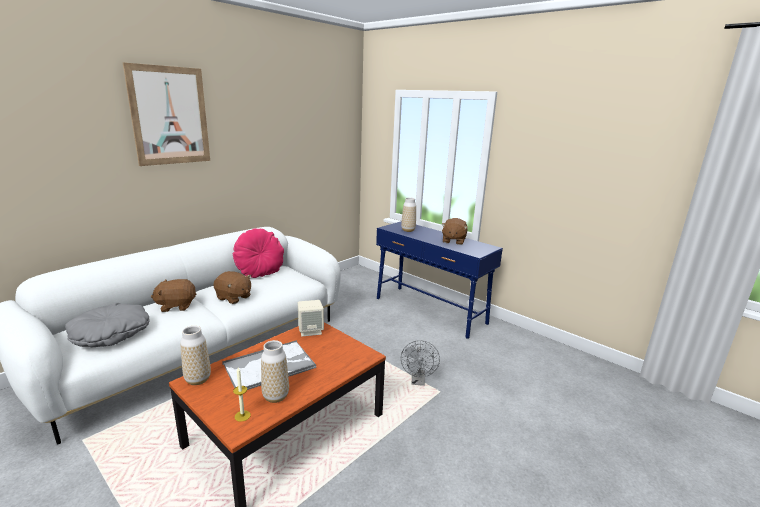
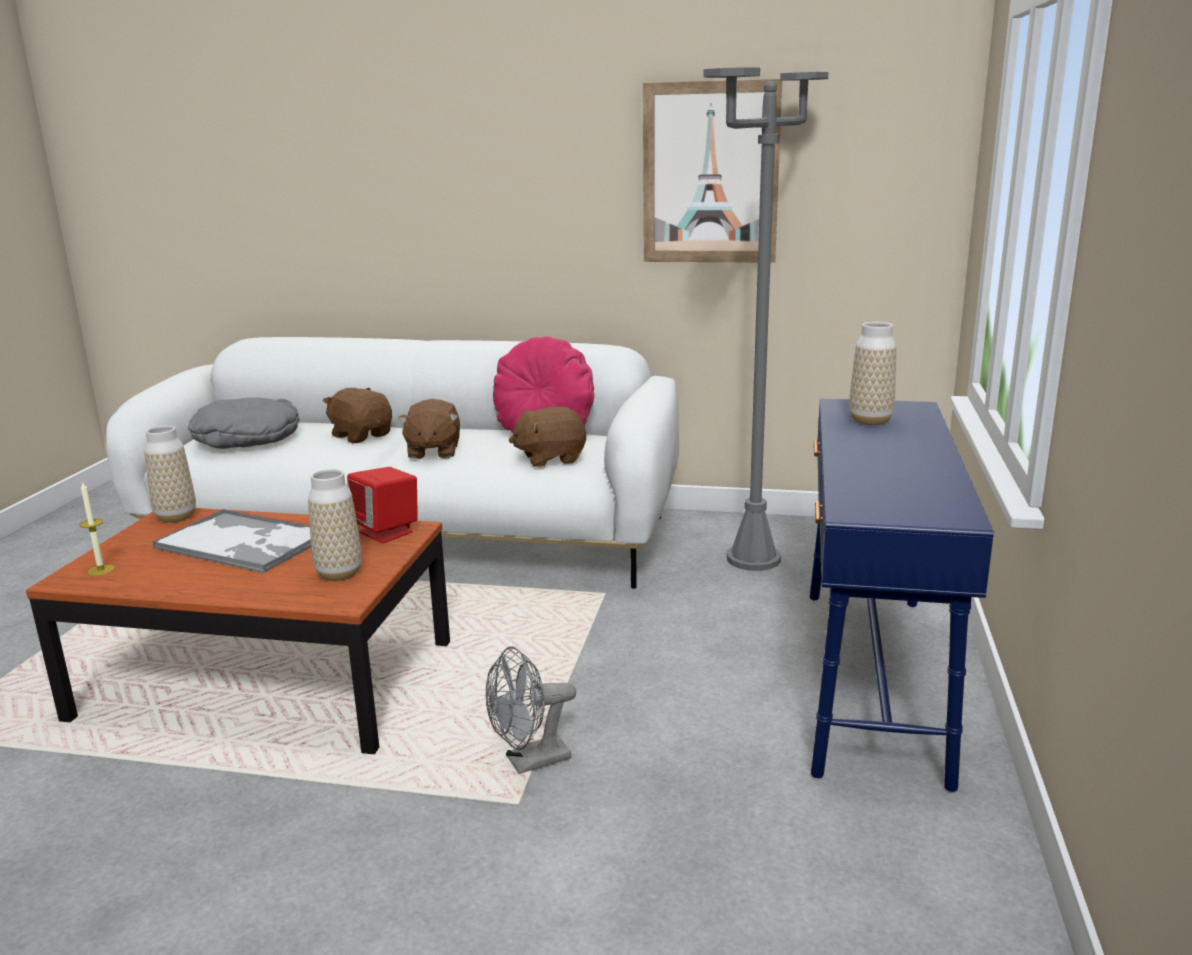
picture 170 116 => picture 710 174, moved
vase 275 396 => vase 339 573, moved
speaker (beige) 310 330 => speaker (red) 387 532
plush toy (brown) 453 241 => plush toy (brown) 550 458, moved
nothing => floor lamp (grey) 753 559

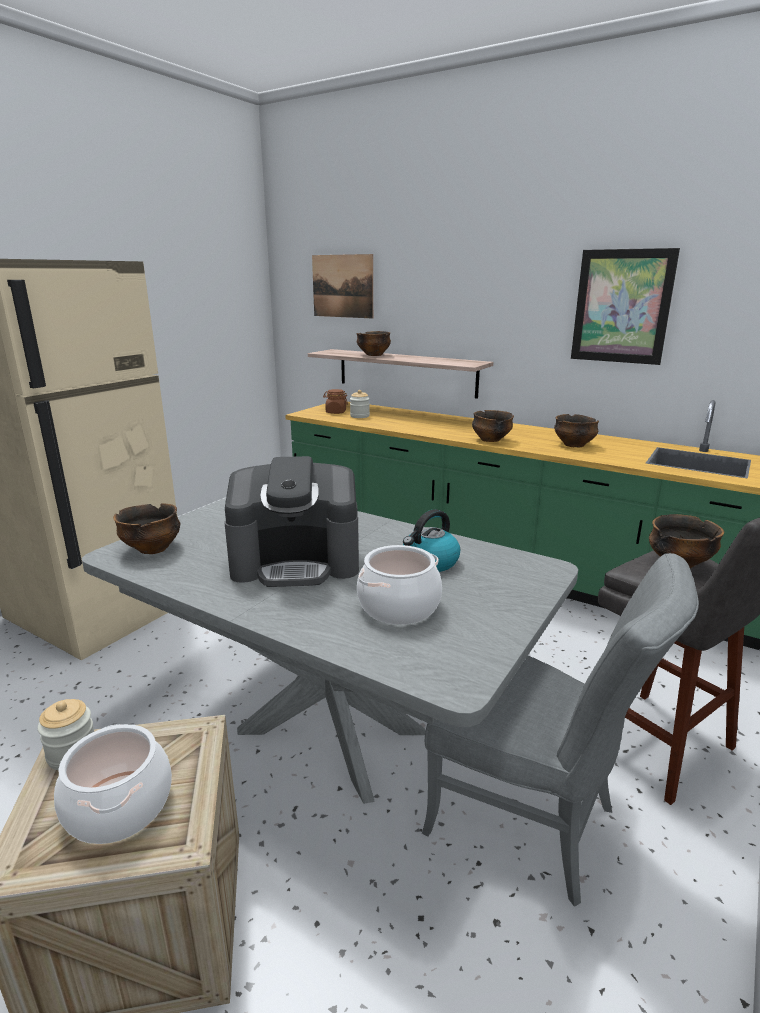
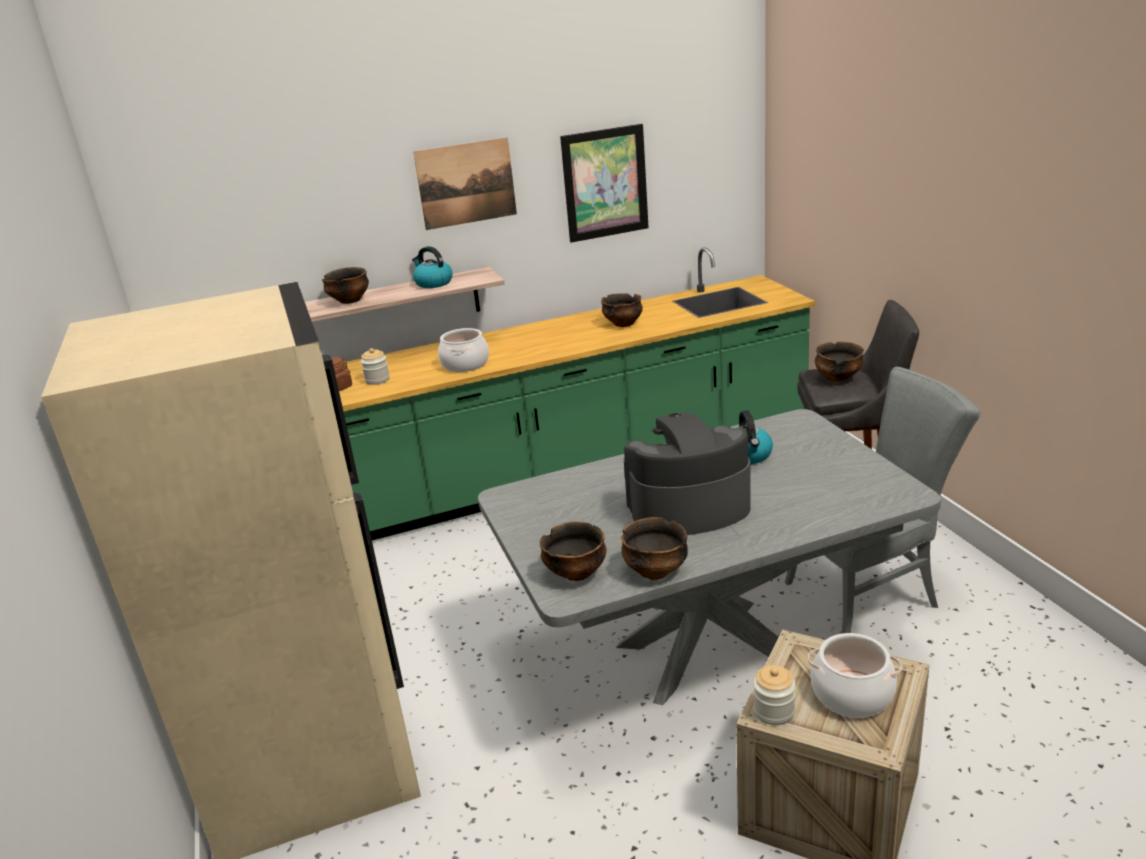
coffee machine 297 562 => coffee machine 687 508, 135 degrees counterclockwise
picture 342 286 => picture 466 183, moved
cooking pot 399 606 => cooking pot 465 364, moved
bowl 490 440 => bowl 655 571, moved
nothing => kettle 433 283

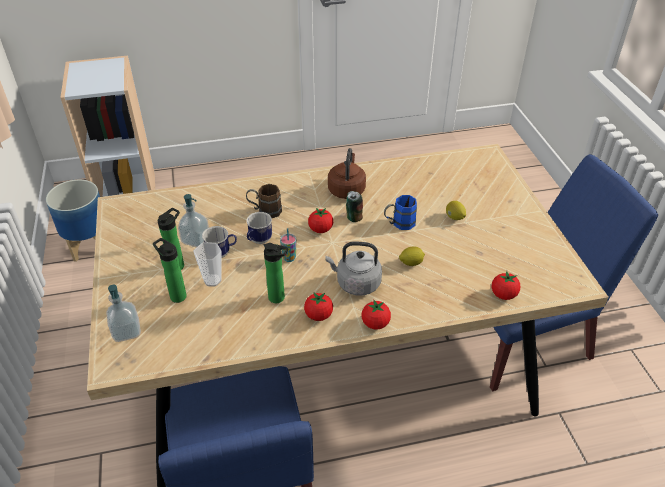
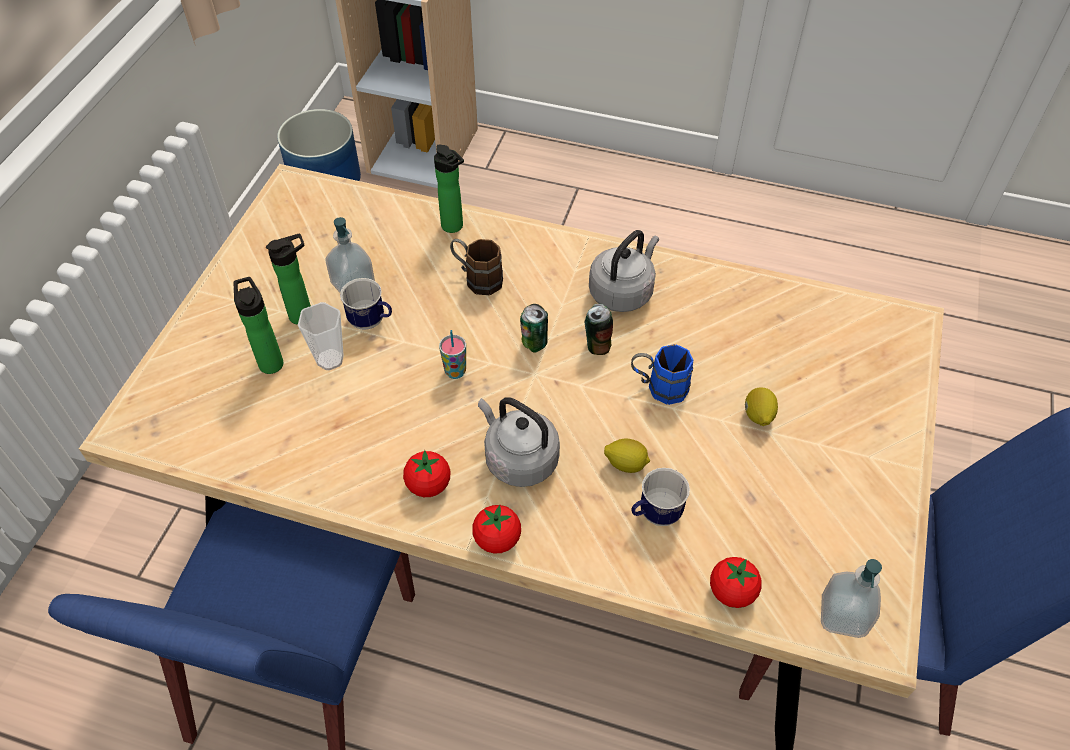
soap dispenser 127 331 => soap dispenser 843 615, moved
mug 258 241 => mug 654 515, moved
bottle 279 298 => bottle 454 227, moved
tomato 320 229 => can 534 344
kettle (brown) 347 189 => kettle (grey) 623 291

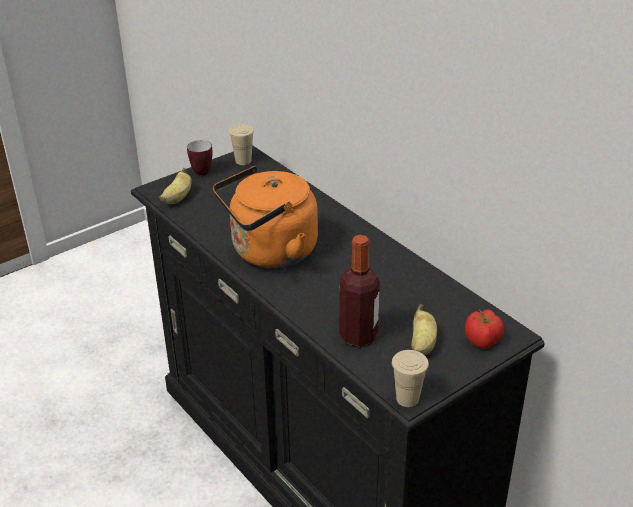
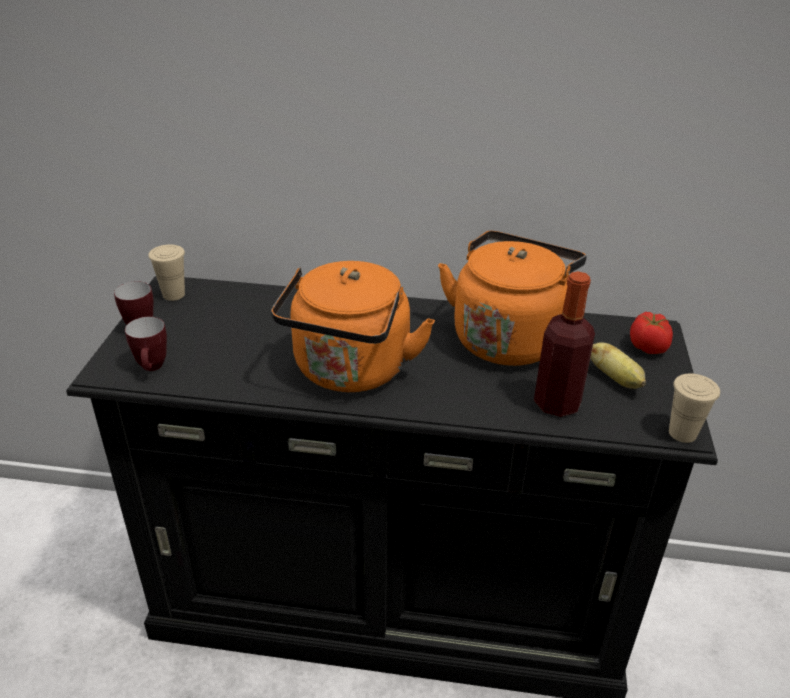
banana 177 198 => mug 152 369
nothing => kettle (orange) 508 337

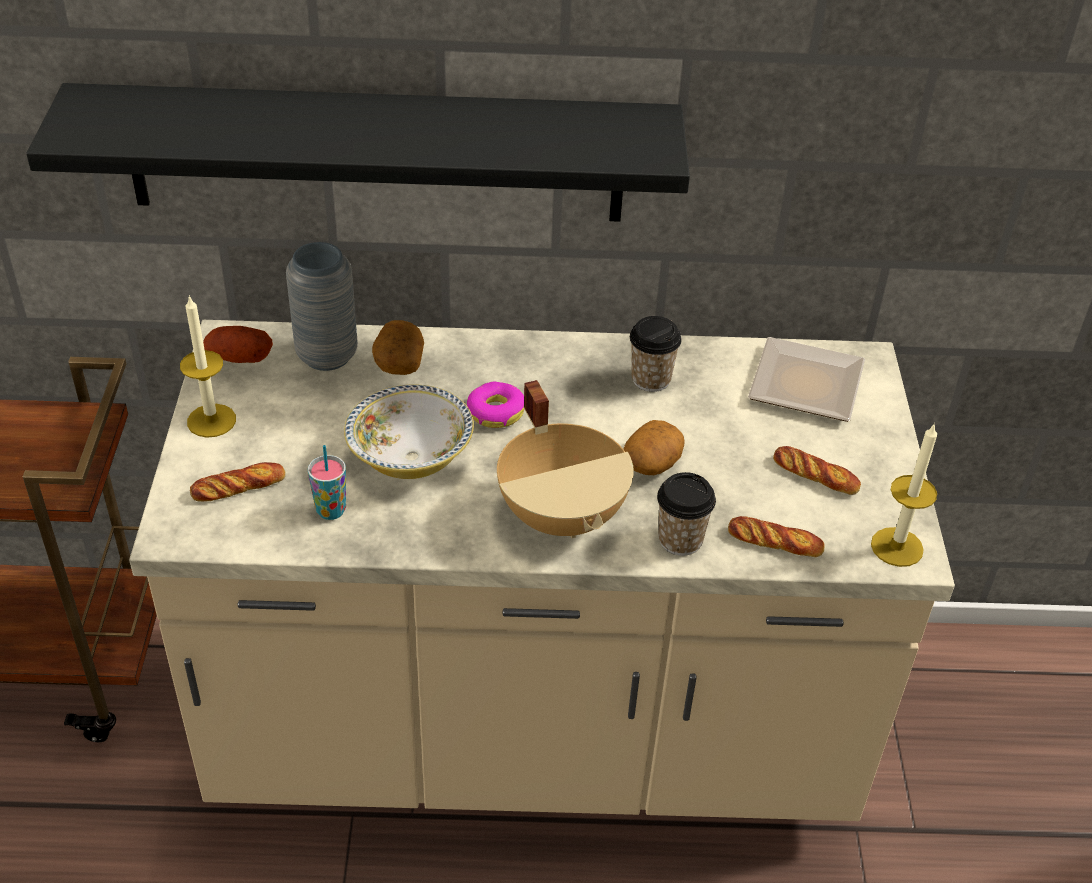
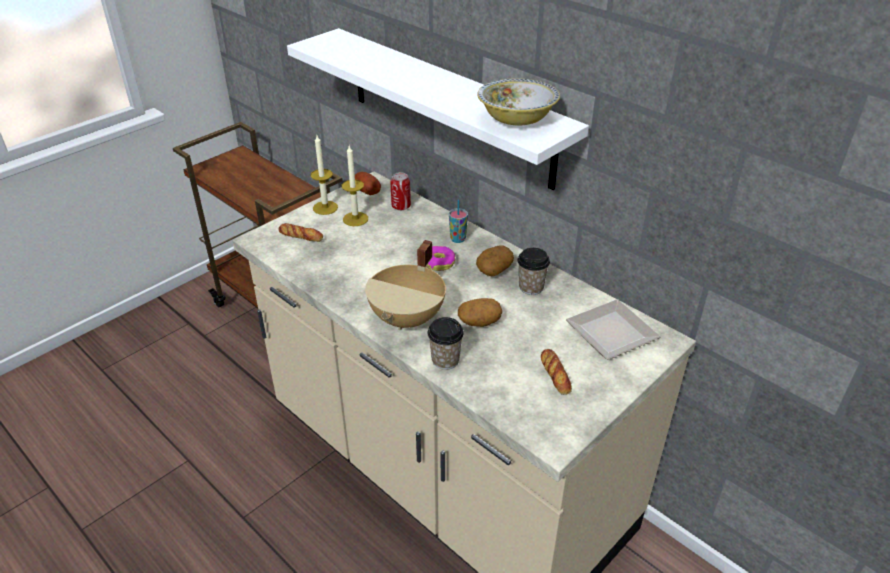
shelf (black) 376 153 => shelf (white) 448 106
vase (grey) 327 356 => can 401 206
cup 331 511 => cup 458 239, moved
bowl 410 457 => bowl 516 119, moved
potato 399 362 => potato 494 269, moved
bread 774 542 => nothing
candle 897 547 => candle 355 219, moved

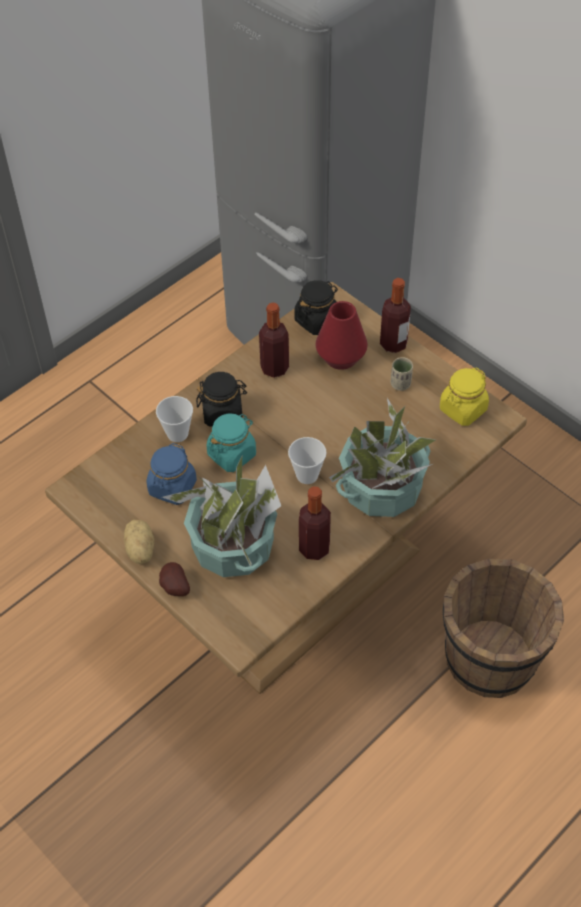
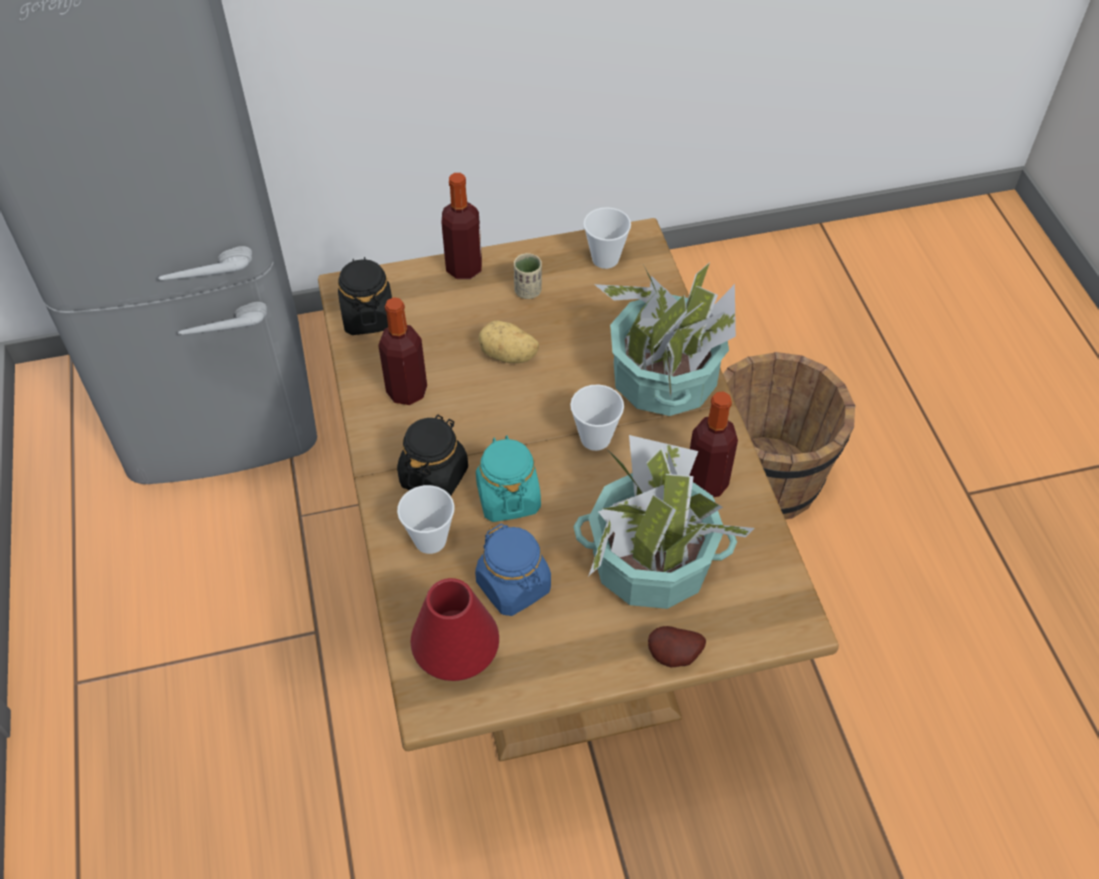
potato 139 550 => potato 508 356, moved
vase (red) 340 357 => vase (red) 457 655, moved
jar (yellow) 462 409 => cup 605 259

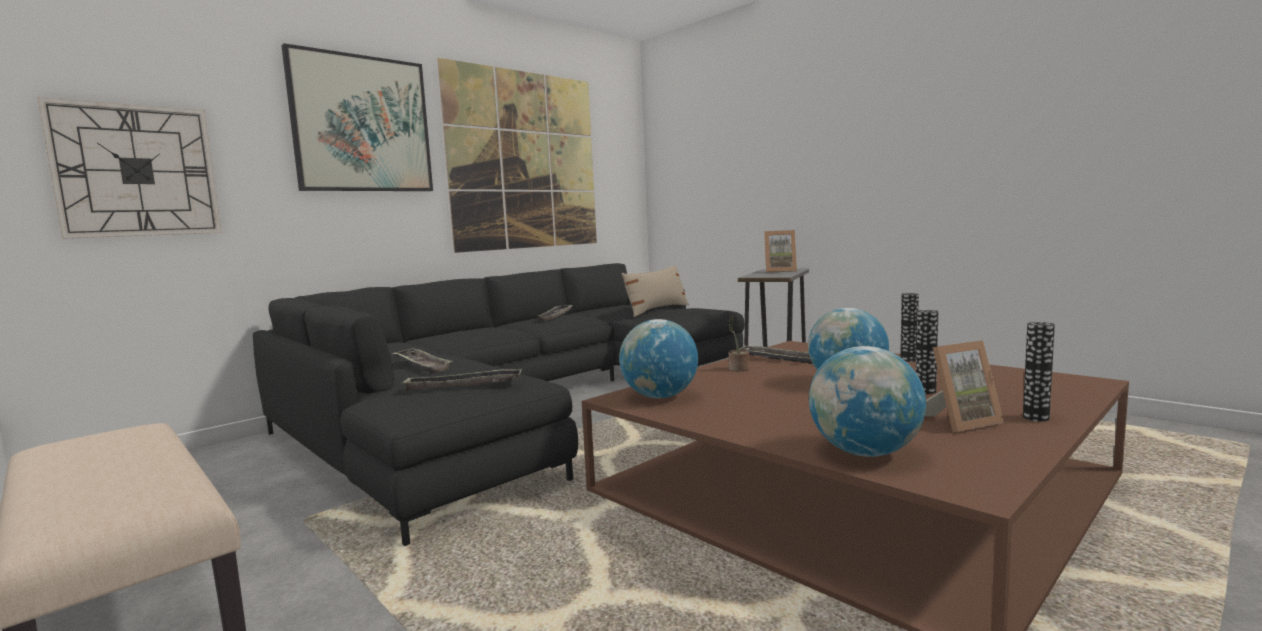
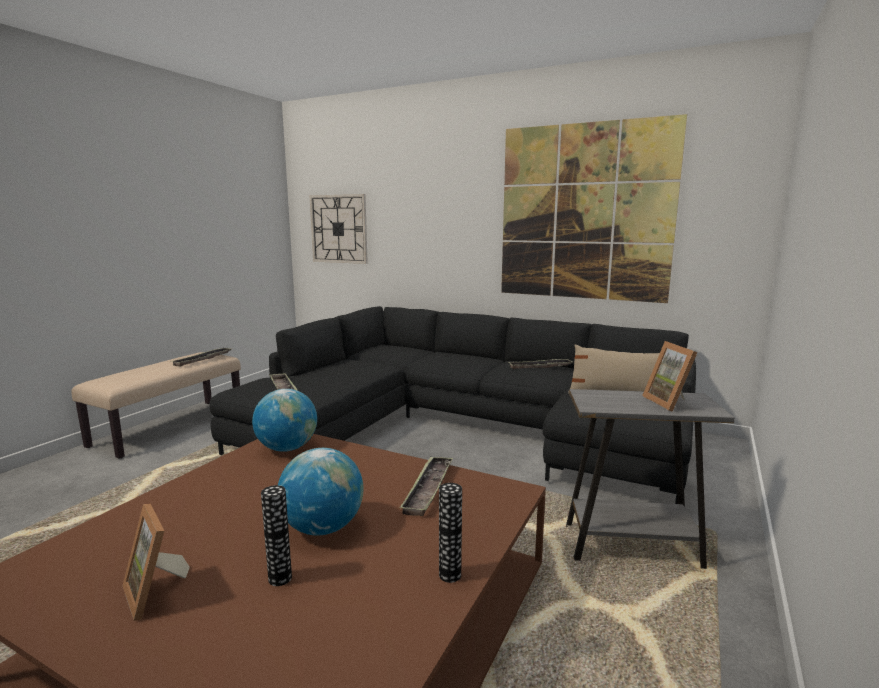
picture 362 124 => nothing
tray 421 365 => tray 203 359, moved
potted plant 738 369 => nothing
globe 864 453 => nothing
vase 1036 418 => nothing

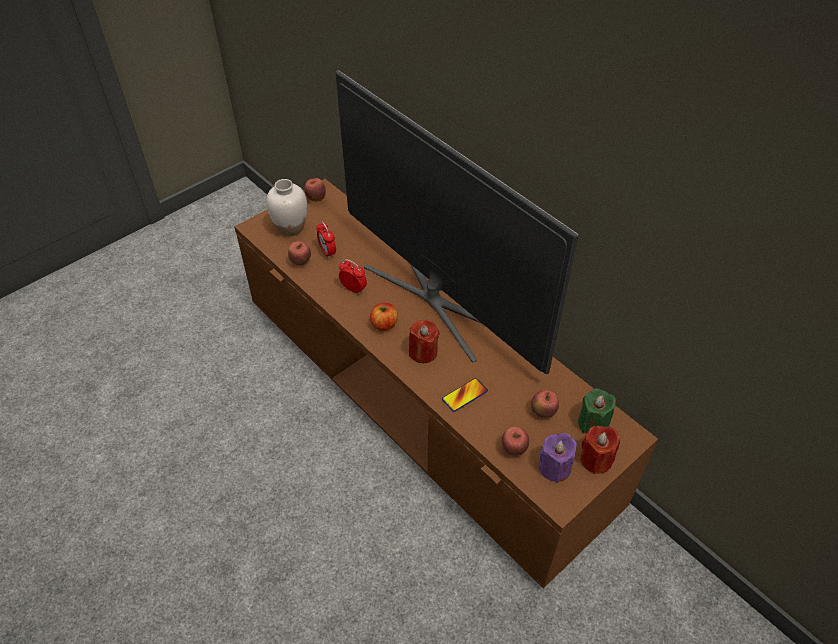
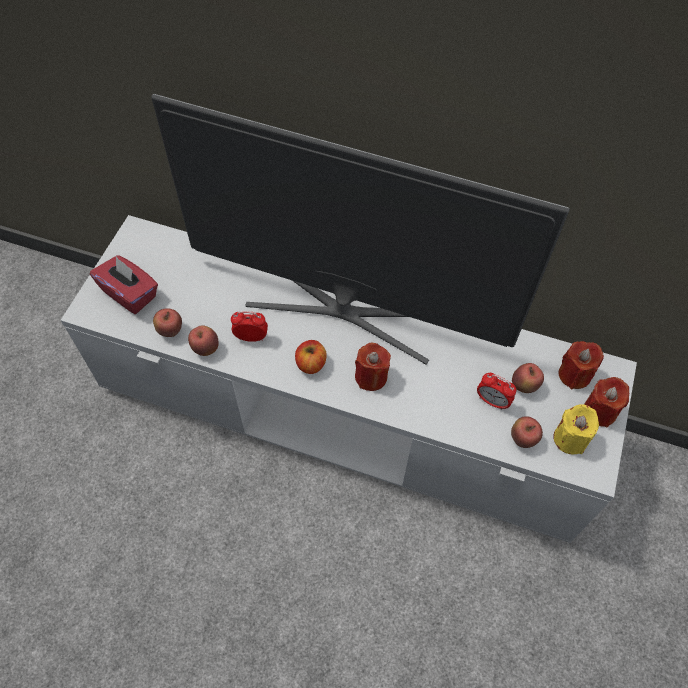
tv stand (brown) 421 398 => tv stand (white) 344 408
vase (white) 290 228 => tissue box (red) 130 294
apple 316 198 => apple 205 348, moved
alarm clock 327 252 => alarm clock 492 401, moved
phone 464 395 => nothing
candle (purple) 554 467 => candle (yellow) 570 438
candle (green) 593 423 => candle (red) 574 374

